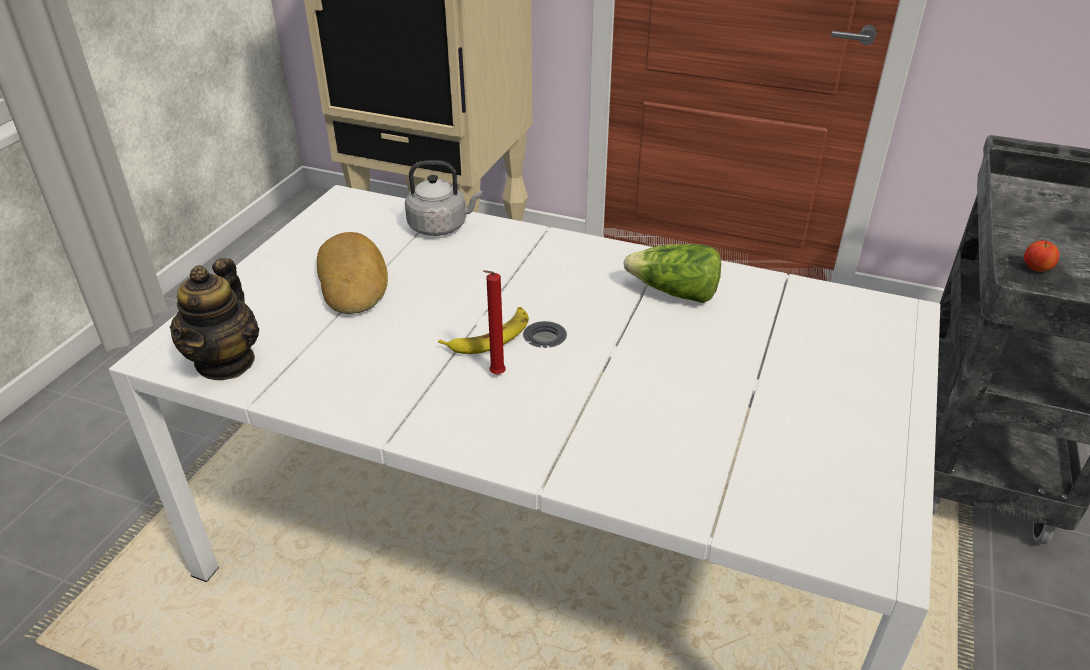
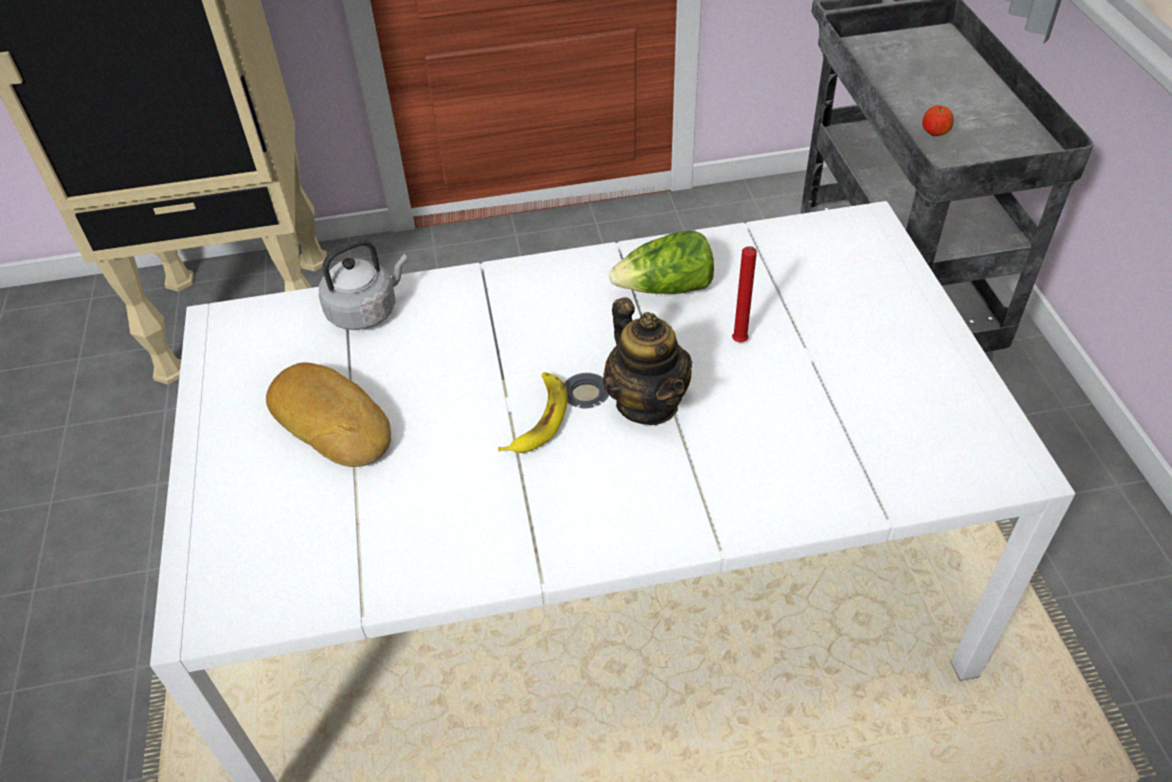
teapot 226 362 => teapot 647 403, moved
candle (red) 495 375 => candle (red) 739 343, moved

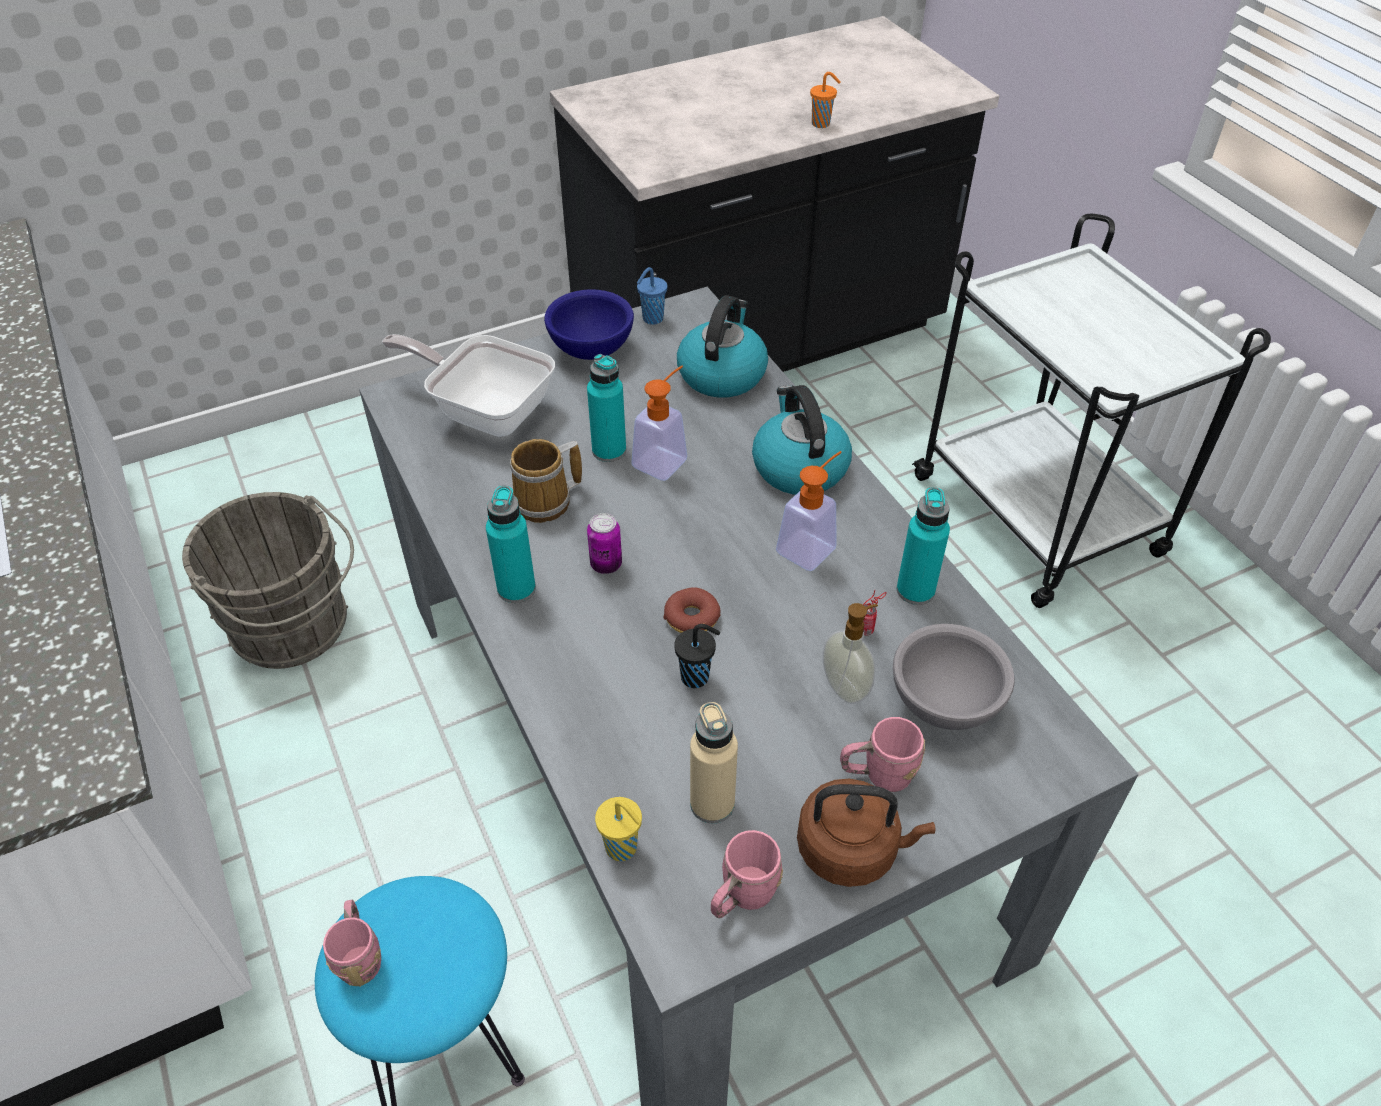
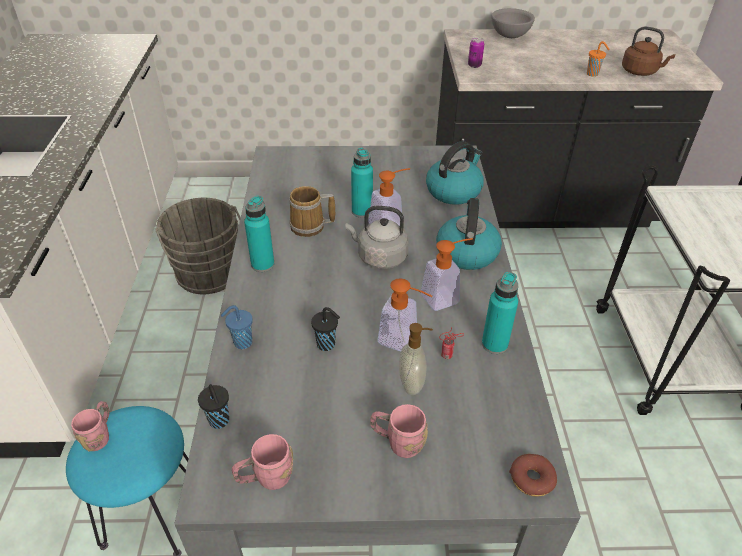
frying pan 485 410 => nothing
bowl (blue) 591 350 => nothing
can 606 564 => can 474 65, moved
cup (yellow) 623 848 => cup (black) 219 421
cup (blue) 651 319 => cup (blue) 241 343, moved
donut 692 618 => donut 531 479, moved
bottle (beige) 712 804 => nothing
kettle (brown) 852 849 => kettle (brown) 641 72, moved
bowl (grey) 943 702 => bowl (grey) 509 36, moved
nothing => kettle (grey) 379 257
nothing => soap dispenser 404 341

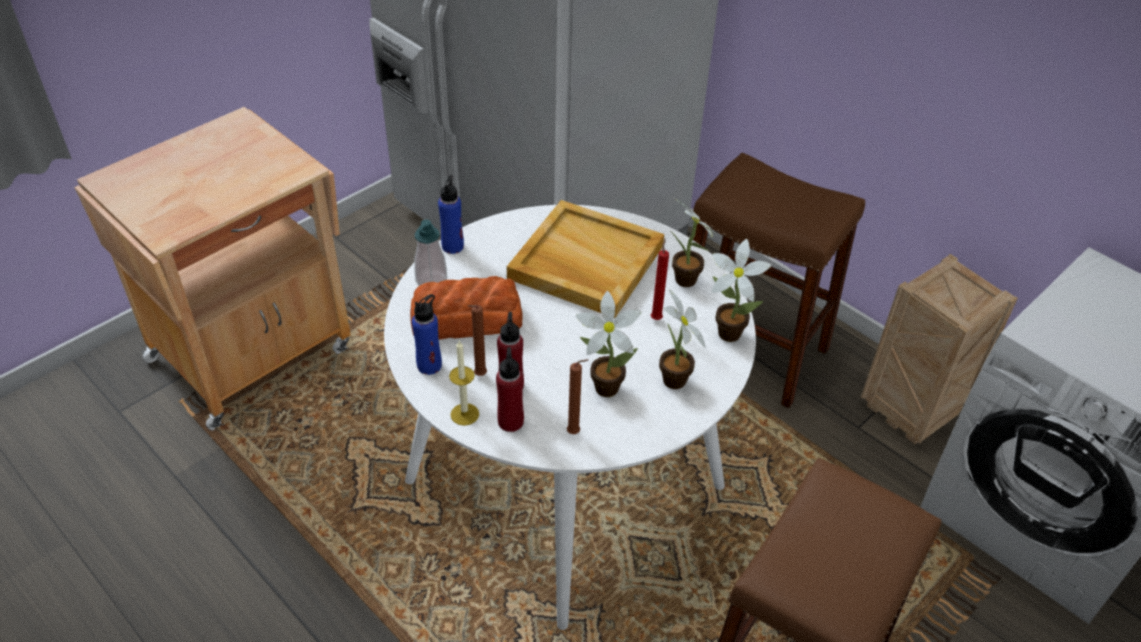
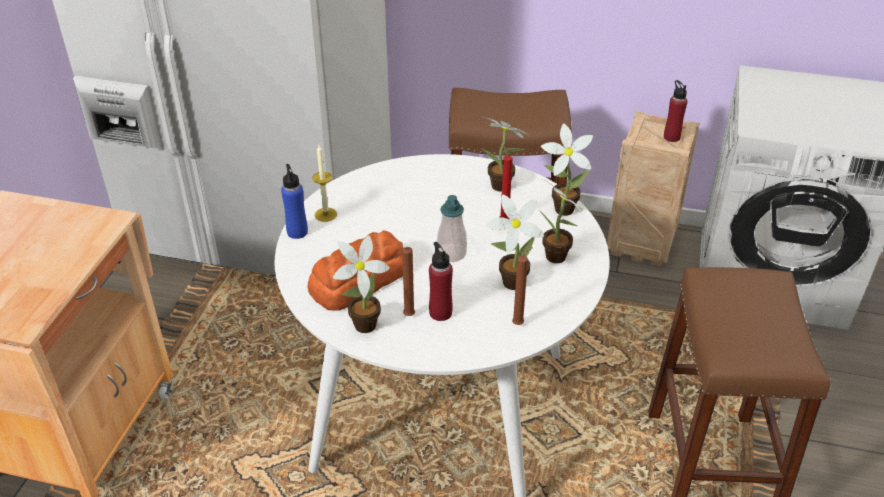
bottle (blue) 429 365 => potted plant 361 327
soap dispenser 431 280 => soap dispenser 451 253, moved
candle 464 414 => candle 325 214, moved
bottle (red) 510 421 => bottle (red) 671 137, moved
tray (beige) 584 262 => nothing

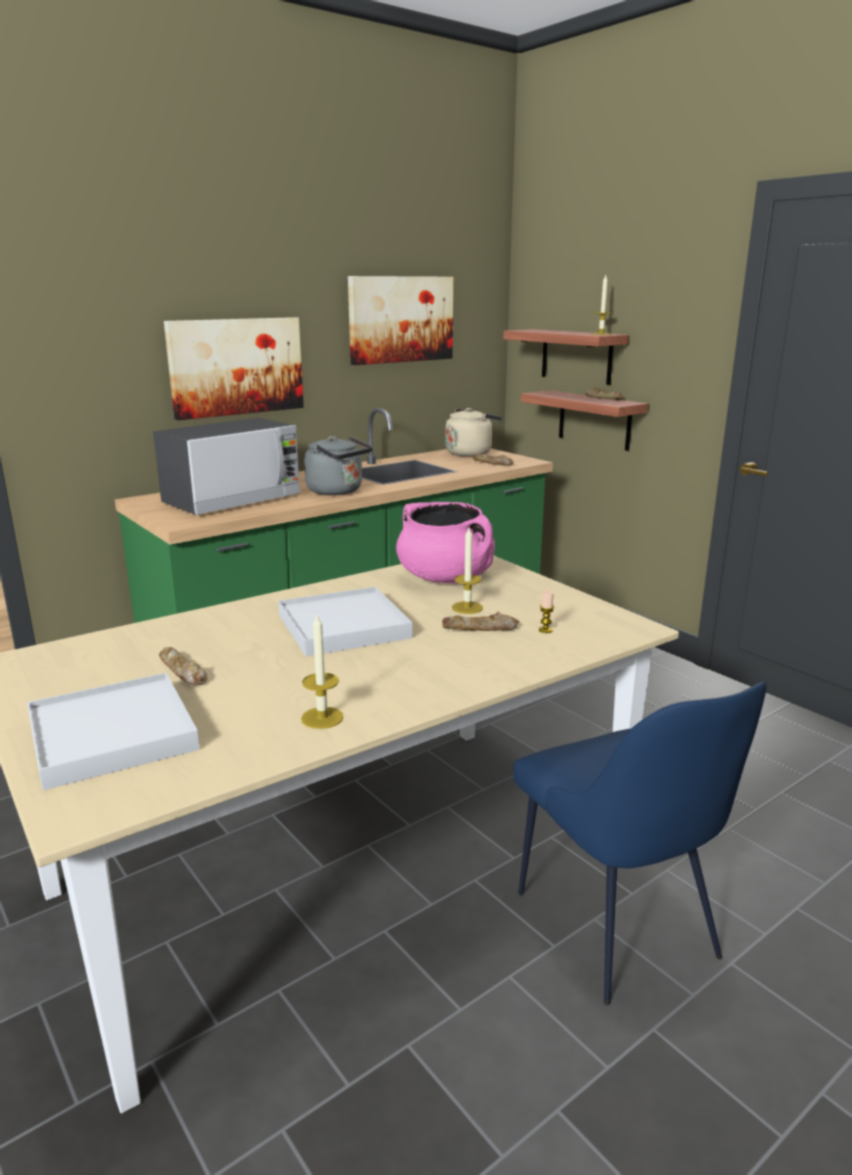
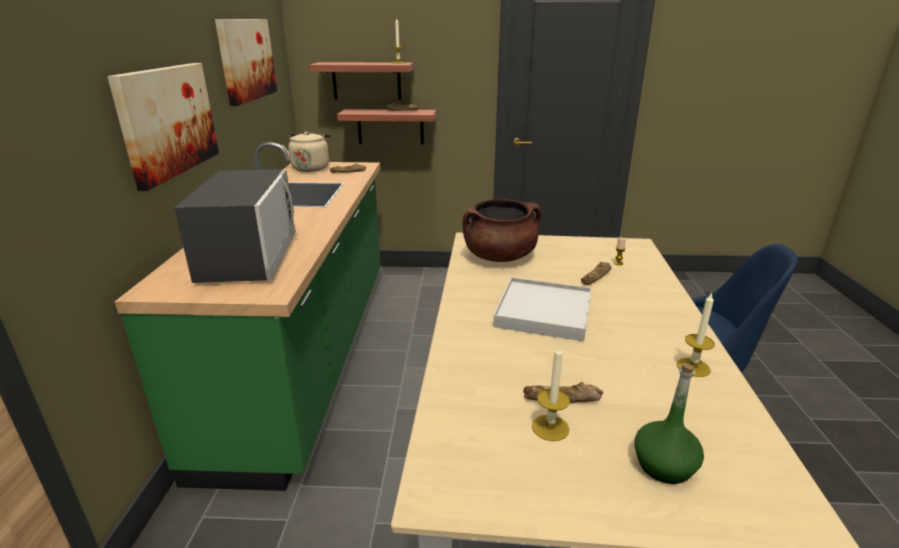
tray (white) 113 735 => bottle (green) 664 465
kettle (grey) 338 491 => nothing
cooking pot (pink) 446 578 => cooking pot (brown) 499 257
candle 467 607 => candle 550 428, moved

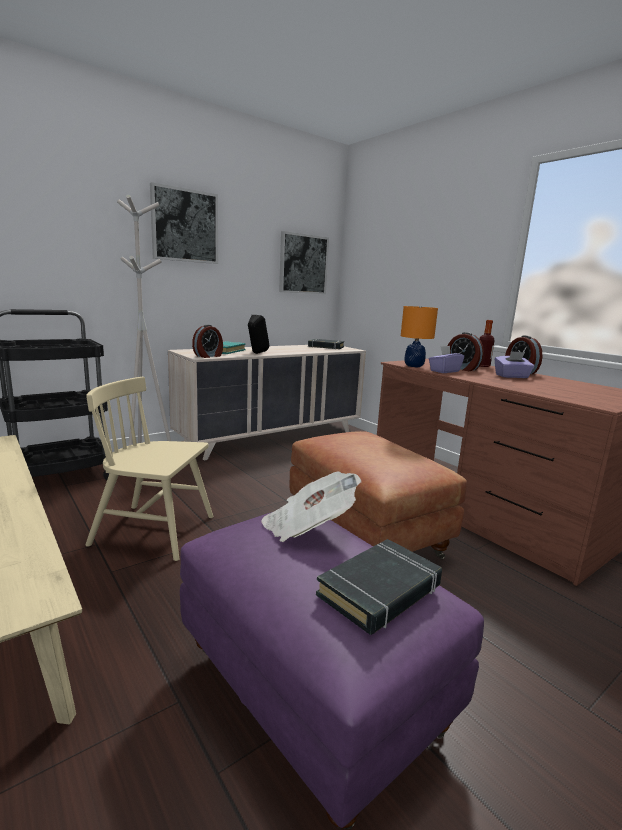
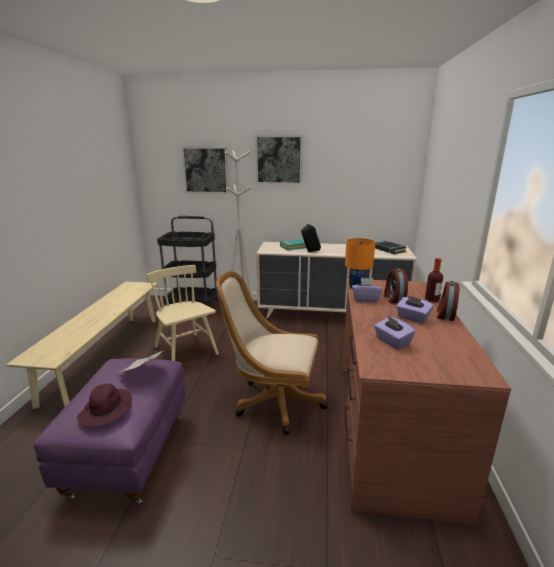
alarm clock 208 356 => nothing
picture 303 264 => picture 206 170, moved
ottoman (brown) 364 536 => office chair 273 401
book (black) 380 591 => hat (purple) 106 411
nothing => tissue box (purple) 392 342

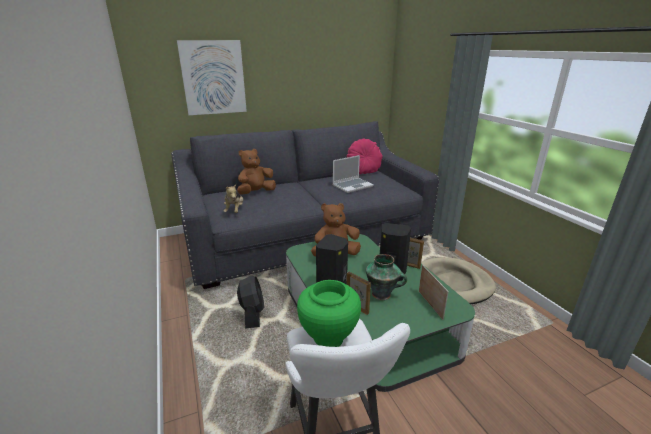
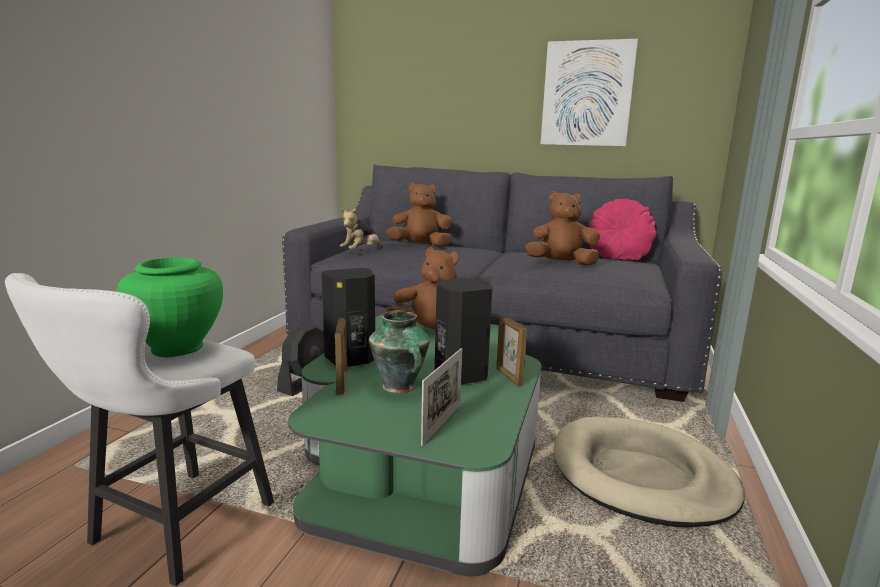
picture 213 78 => picture 587 94, moved
laptop 352 186 => plush toy (brown) 561 264

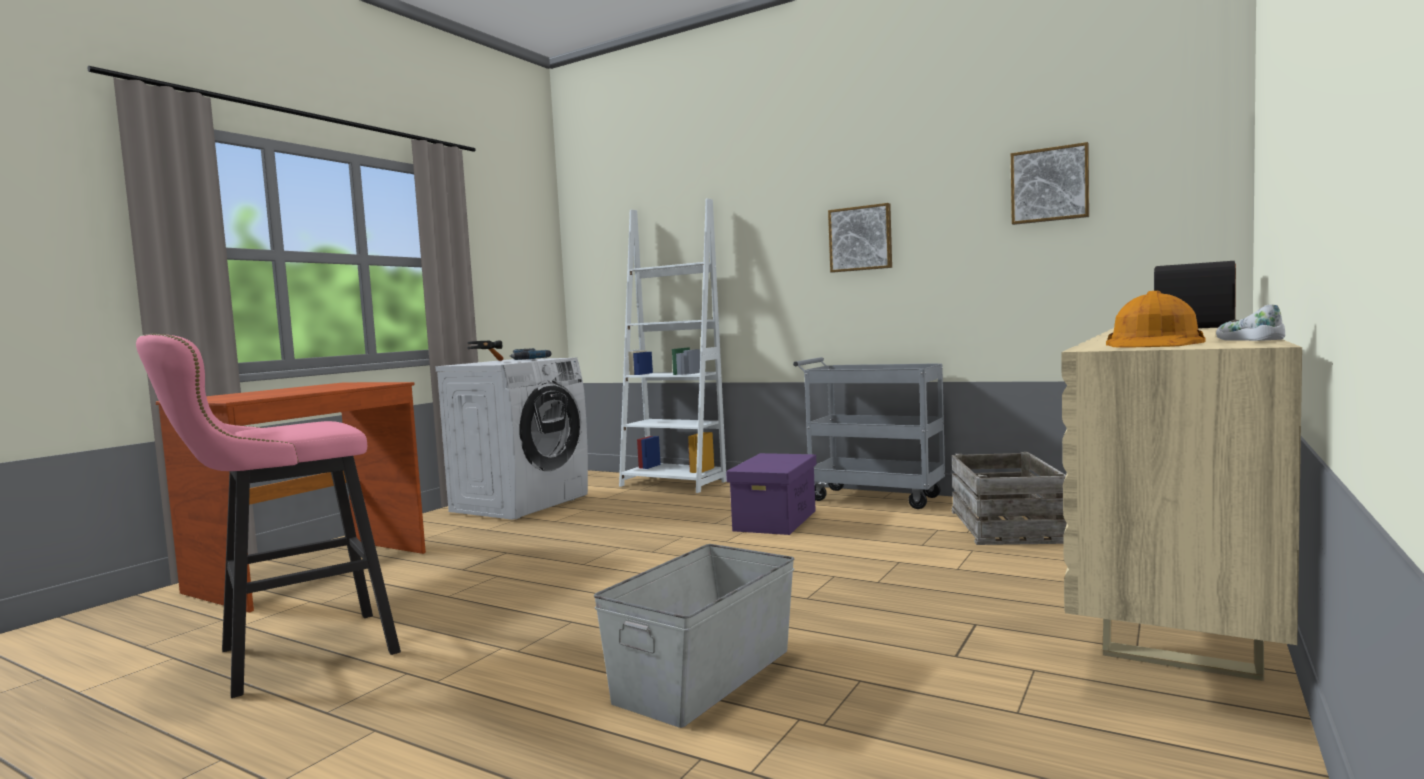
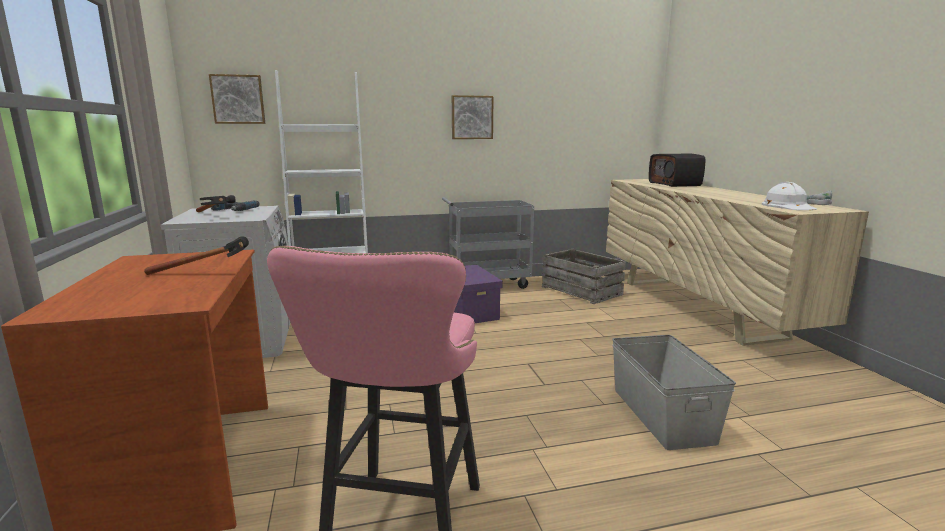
picture 1049 185 => picture 238 99, moved
hard hat (orange) 1153 343 => hard hat (white) 787 206
nothing => hammer 211 273

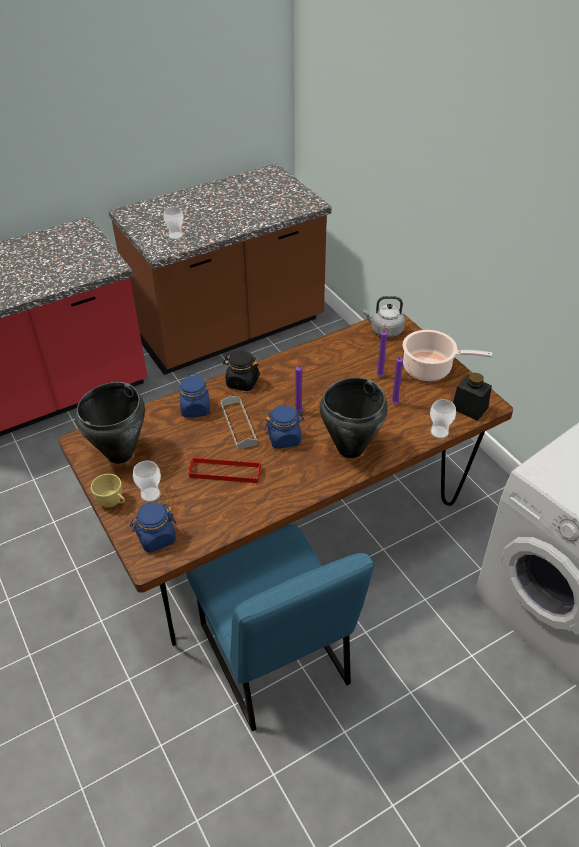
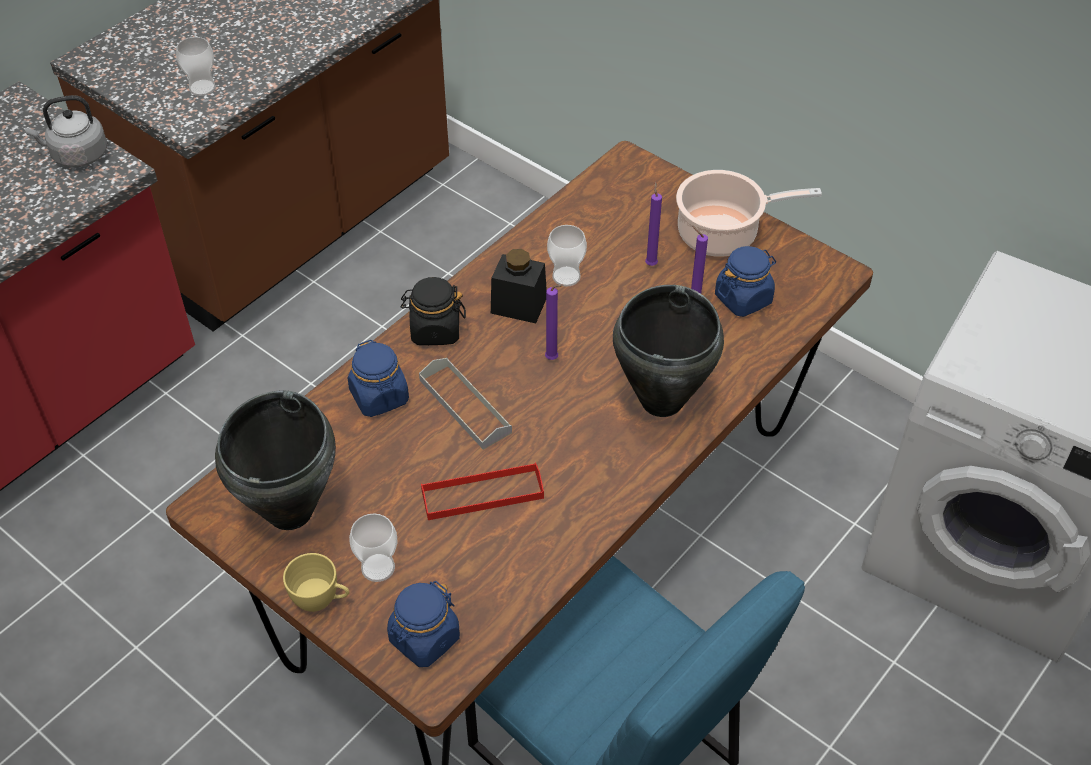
jar (blue) 284 438 => jar (blue) 743 298, moved
kettle (grey) 385 330 => kettle (grey) 77 155, moved
cup 439 432 => cup 566 276, moved
jar (black) 469 408 => jar (black) 518 305, moved

